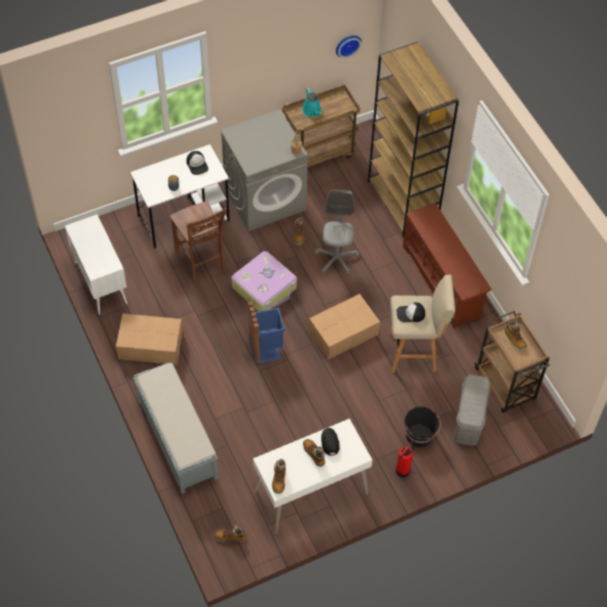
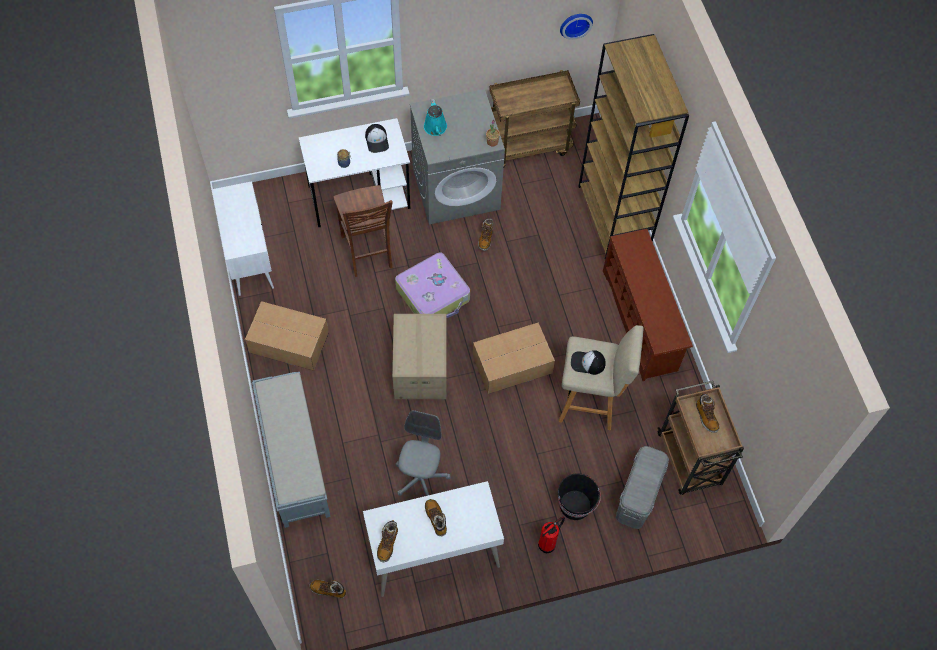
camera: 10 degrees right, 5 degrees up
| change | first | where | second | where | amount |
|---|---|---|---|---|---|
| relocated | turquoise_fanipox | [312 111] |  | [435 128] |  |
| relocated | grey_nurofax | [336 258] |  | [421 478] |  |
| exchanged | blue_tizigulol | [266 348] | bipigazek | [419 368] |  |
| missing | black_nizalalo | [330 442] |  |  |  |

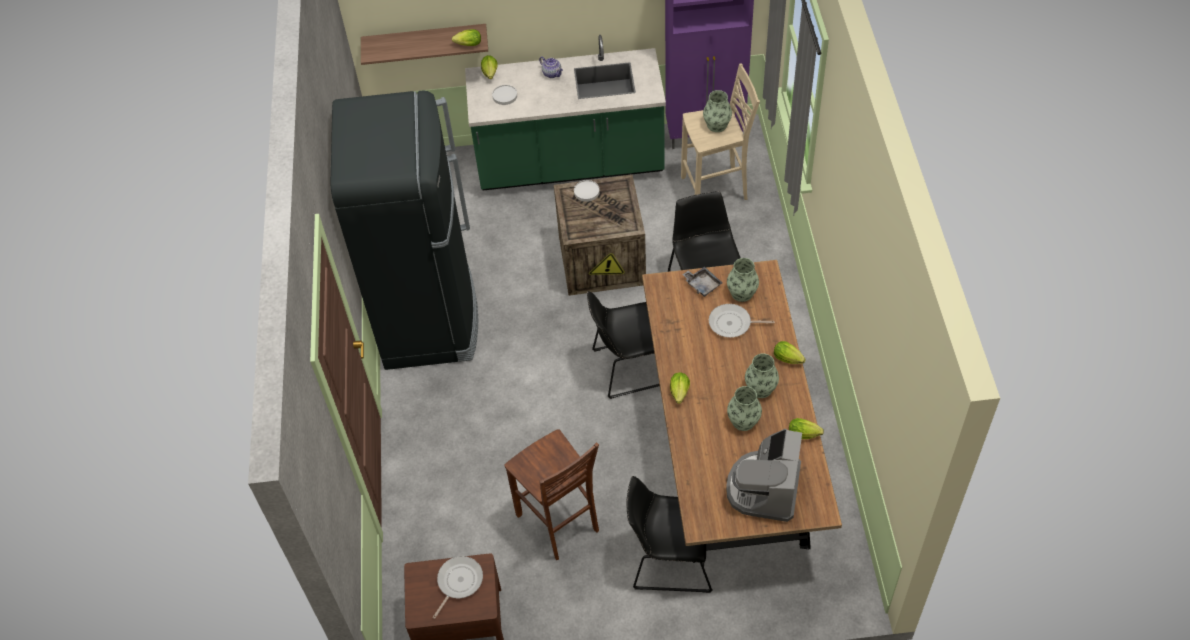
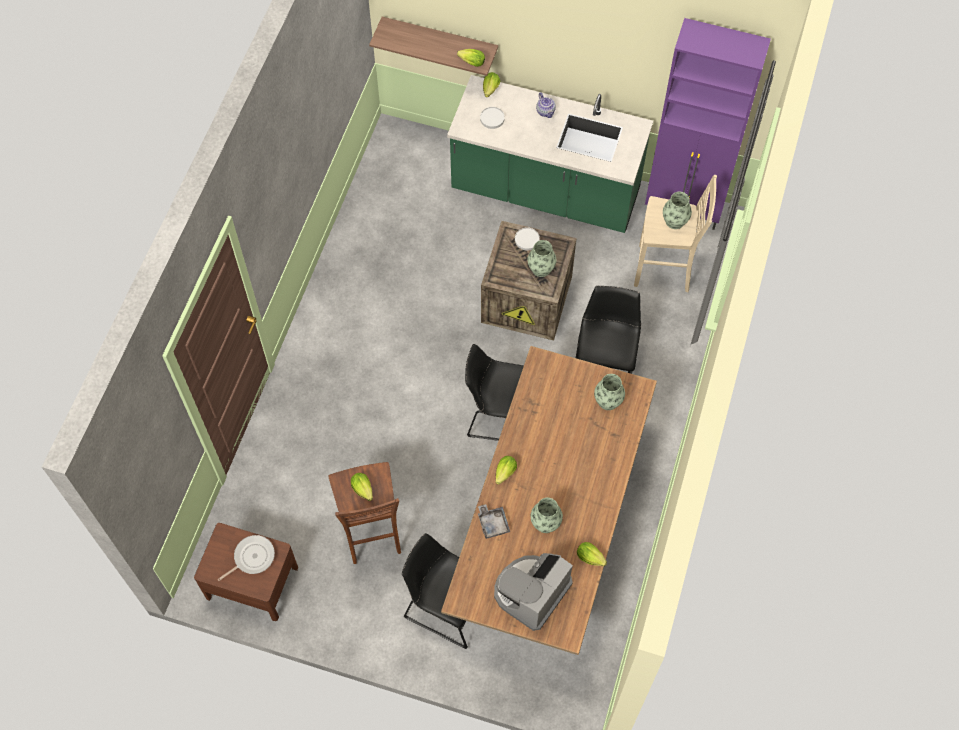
camera: 20 degrees right, 10 degrees up
| change | first | where | second | where | amount |
|---|---|---|---|---|---|
| missing | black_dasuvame | [429 317] |  |  |  |
| relocated | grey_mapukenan | [702 284] |  | [493 523] |  |
| missing | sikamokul | [732 324] |  |  |  |
| relocated | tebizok | [789 359] |  | [364 491] |  |
| relocated | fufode | [760 388] |  | [541 268] |  |

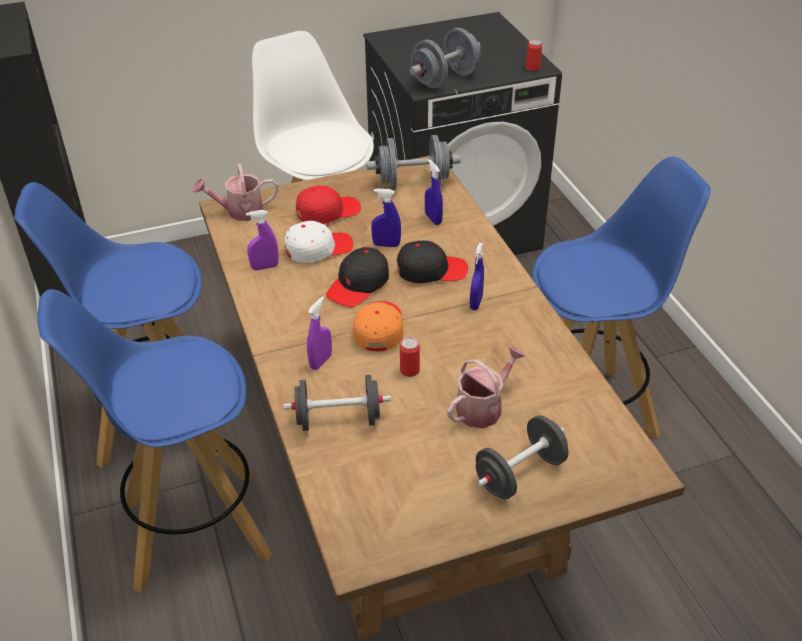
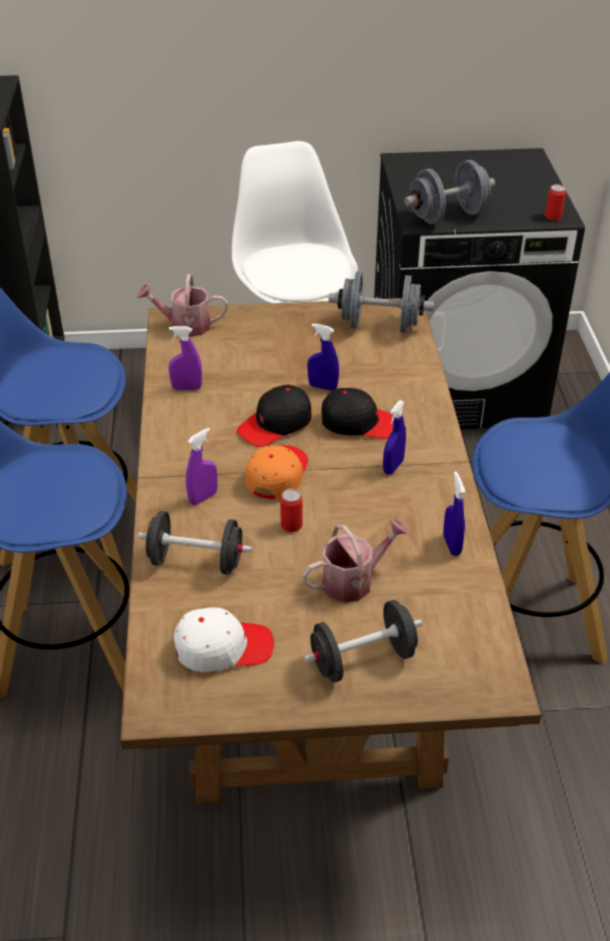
camera: 15 degrees right, 0 degrees up
| change | first | where | second | where | amount |
|---|---|---|---|---|---|
| relocated | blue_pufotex | [433 219] |  | [451 545] |  |
| missing | red_nizalalo | [327 212] |  |  |  |
| relocated | white_nizalalo | [318 248] |  | [223 647] |  |

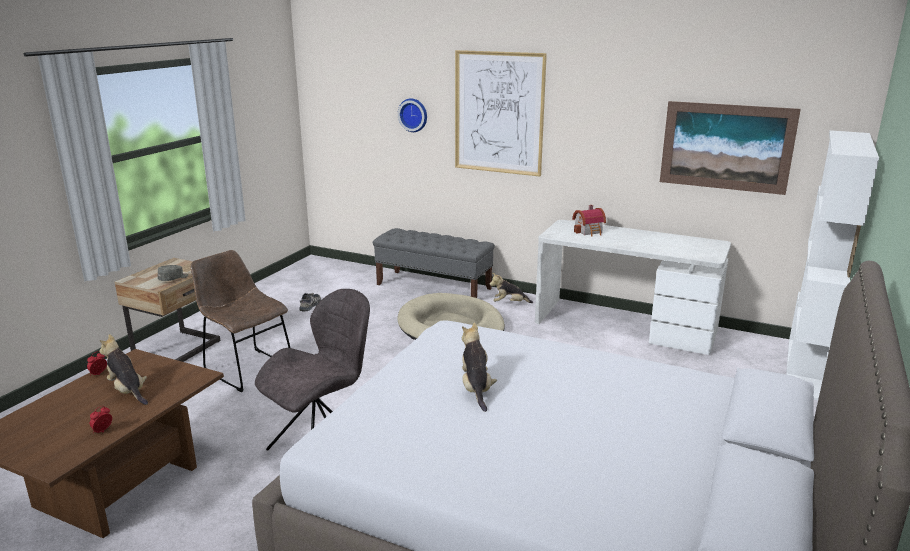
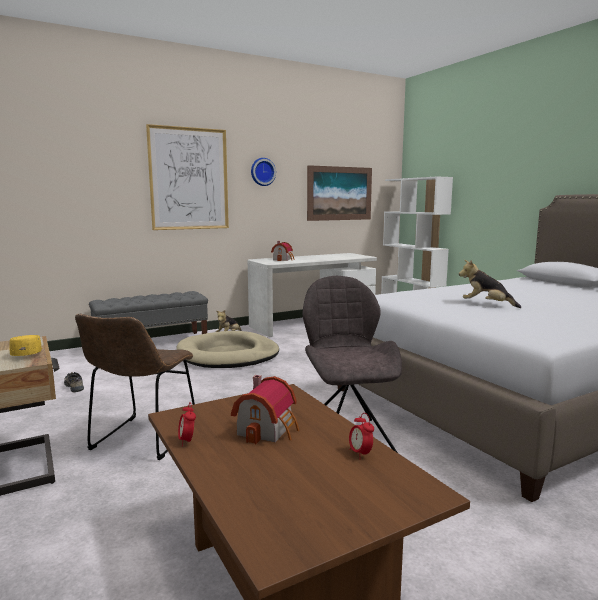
camera: 55 degrees left, 10 degrees down
| change | first | where | second | where | amount |
|---|---|---|---|---|---|
| relocated | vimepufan | [413 115] |  | [262 172] |  |
| spun | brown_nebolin | [246 368] |  | [142 440] | 60 degrees counterclockwise |
| colour | grey_nizalalo | [173 278] | yellow_nizalalo | [27 353] |  |
| exchanged | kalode | [128 391] | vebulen | [269 429] |  |

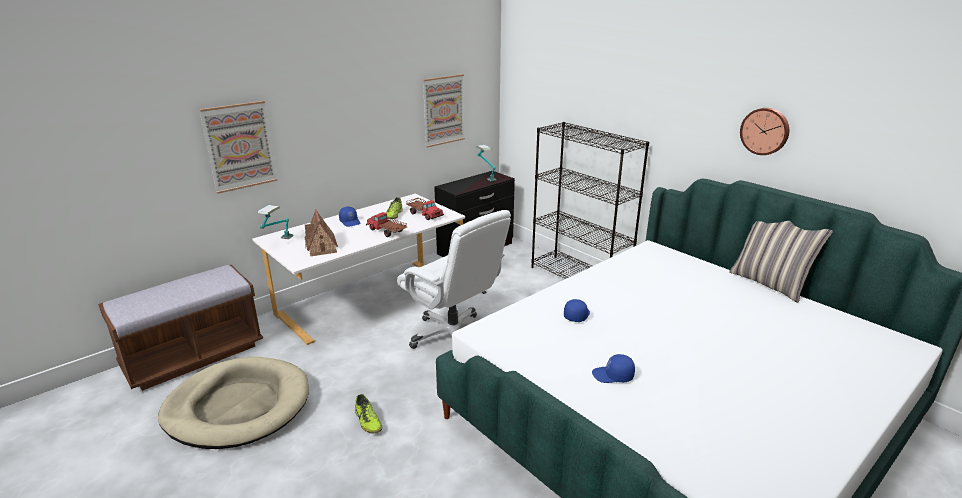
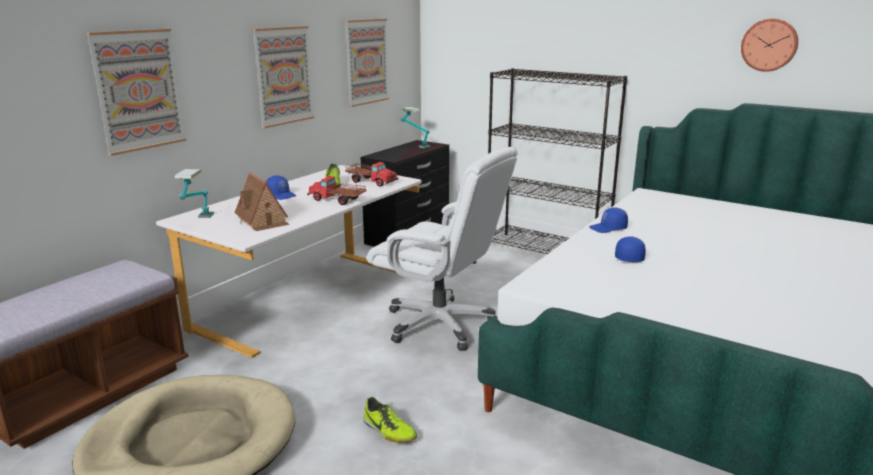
camera: 15 degrees left, 5 degrees down
| change | first | where | second | where | amount |
|---|---|---|---|---|---|
| missing | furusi | [770 283] |  |  |  |
| relocated | blue_nizalalo | [613 376] |  | [608 228] |  |
| appeared |  |  | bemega | [283 76] |  |

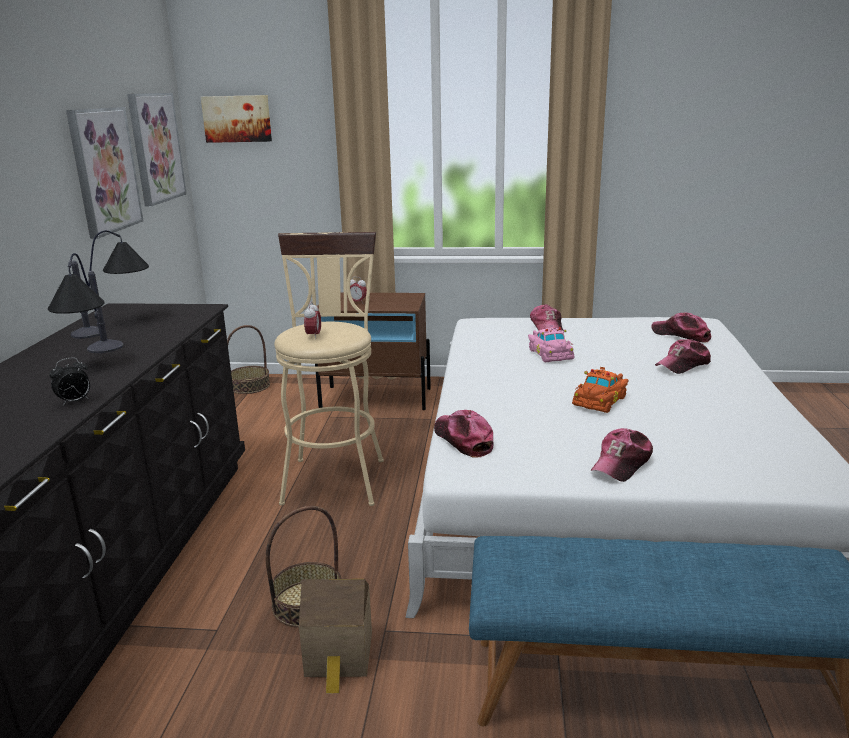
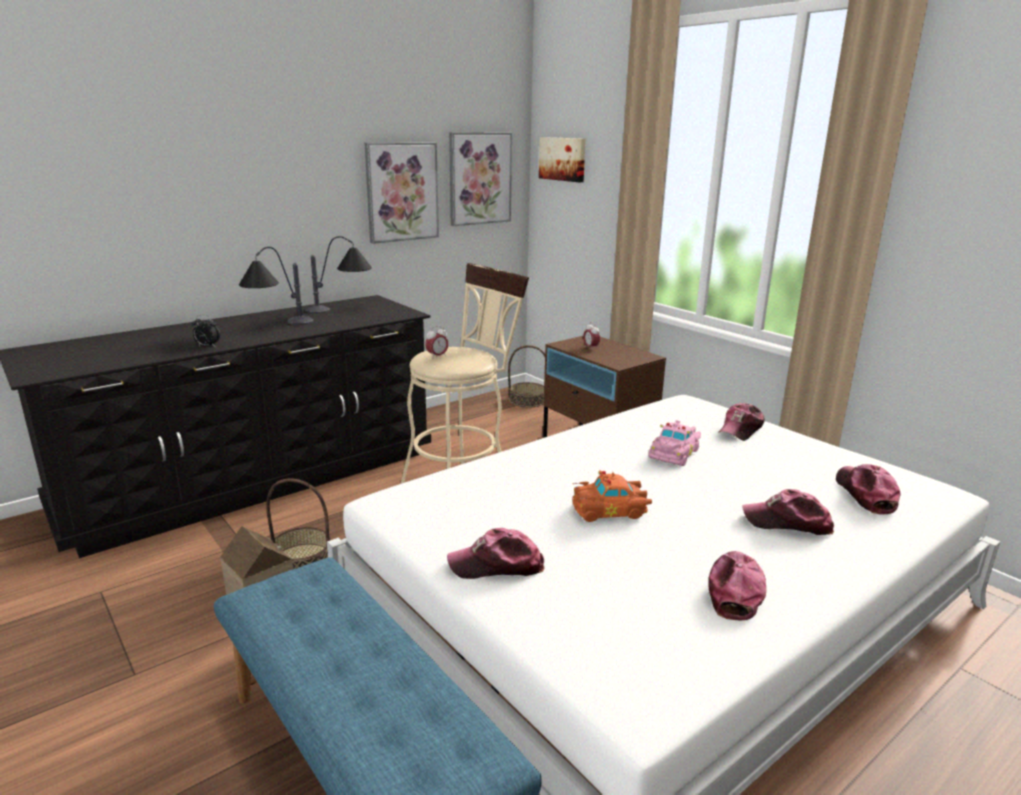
camera: 45 degrees right, 0 degrees up
| change | first | where | second | where | amount |
|---|---|---|---|---|---|
| relocated | nizalalo | [463 440] |  | [734 590] |  |

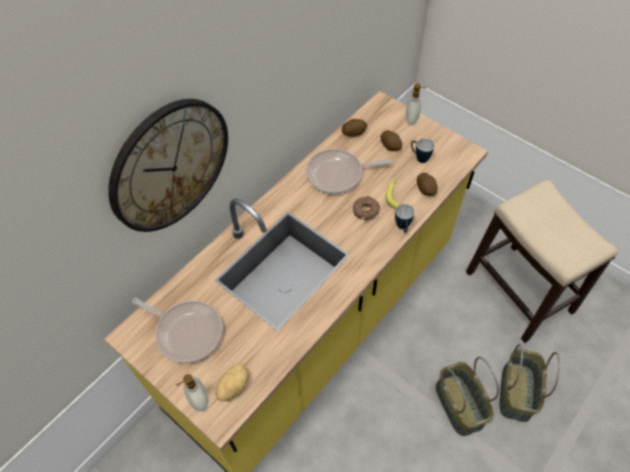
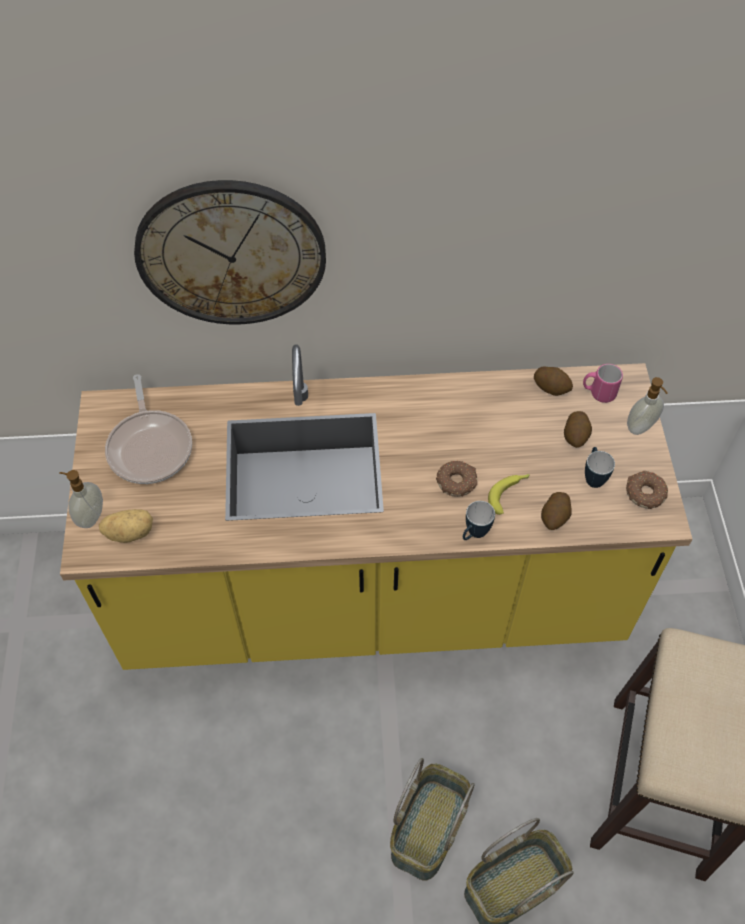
camera: 45 degrees right, 0 degrees up
| change | first | where | second | where | amount |
|---|---|---|---|---|---|
| missing | sikamokul | [338 175] |  |  |  |
| appeared |  |  | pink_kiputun | [598 393] |  |
| appeared |  |  | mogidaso | [644 493] |  |

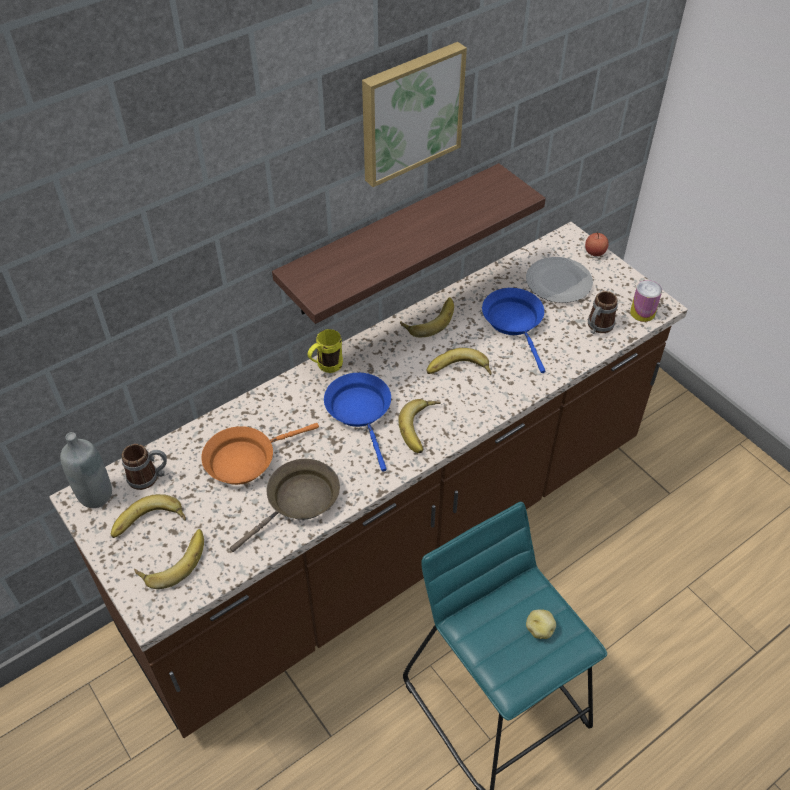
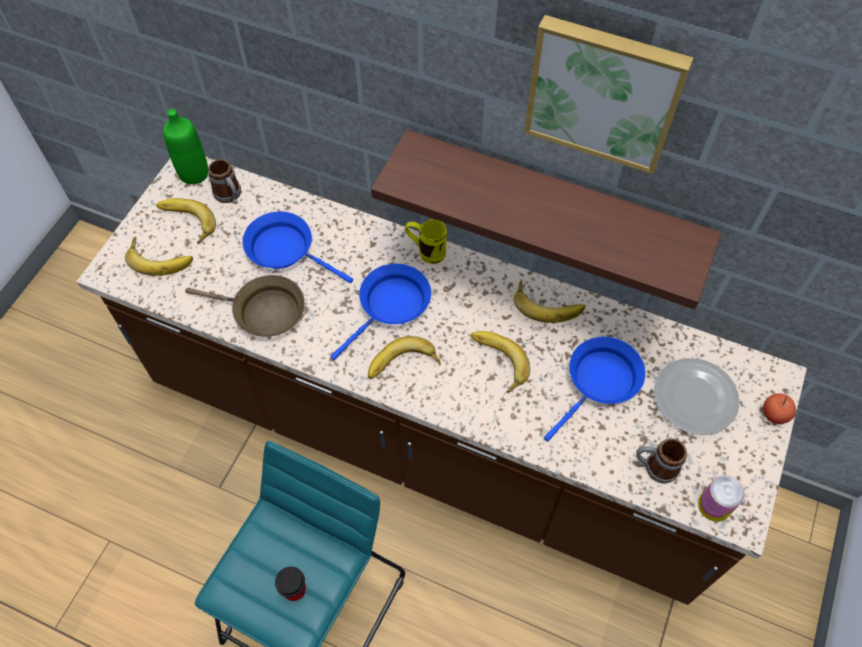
camera: 60 degrees right, 10 degrees up
| change | first | where | second | where | amount |
|---|---|---|---|---|---|
| colour | orange_sikamokul | [245 459] | blue_sikamokul | [285 250] |  |
| colour | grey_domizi | [95 495] | green_domizi | [194 173] |  |
| exchanged | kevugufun | [539 629] | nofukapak | [294 590] |  |

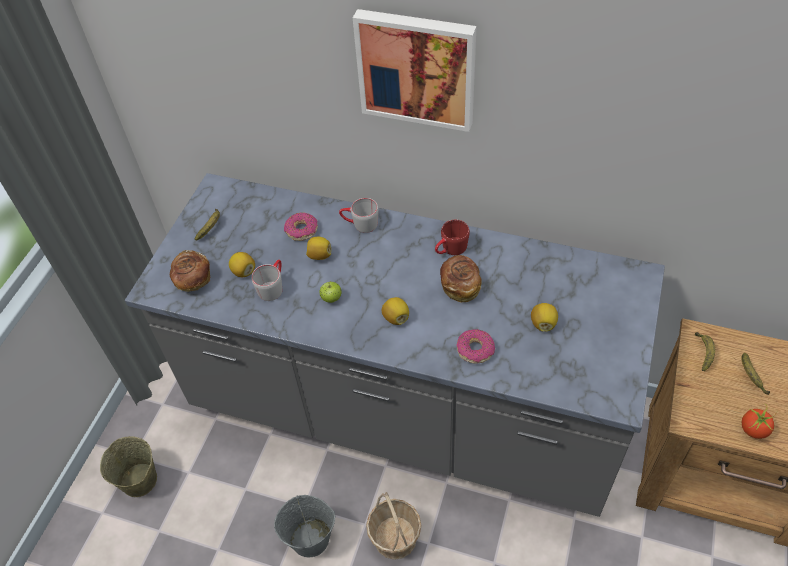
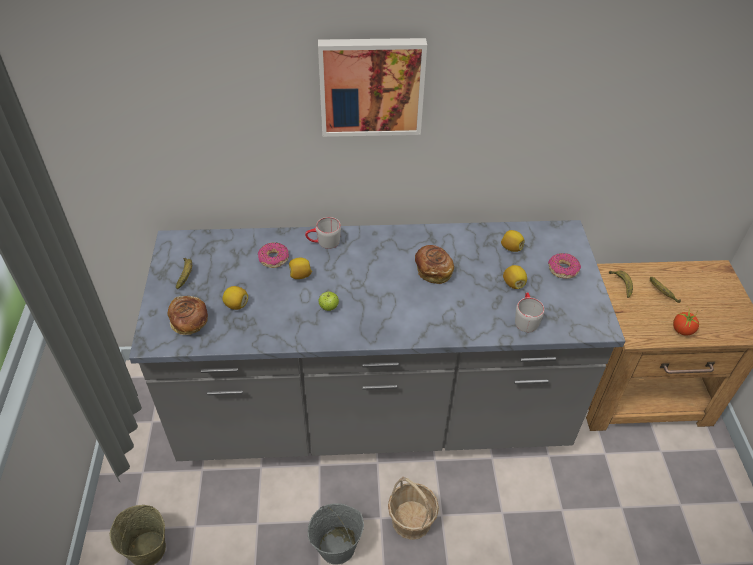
camera: 25 degrees left, 5 degrees down
| change | first | where | second | where | amount |
|---|---|---|---|---|---|
| missing | red_kiputun | [450 250] |  |  |  |
| relocated | grey_kiputun | [273 286] |  | [525 319] |  |
| relocated | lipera | [396 318] |  | [511 248] |  |
| relocated | mogidaso | [475 350] |  | [563 269] |  |

